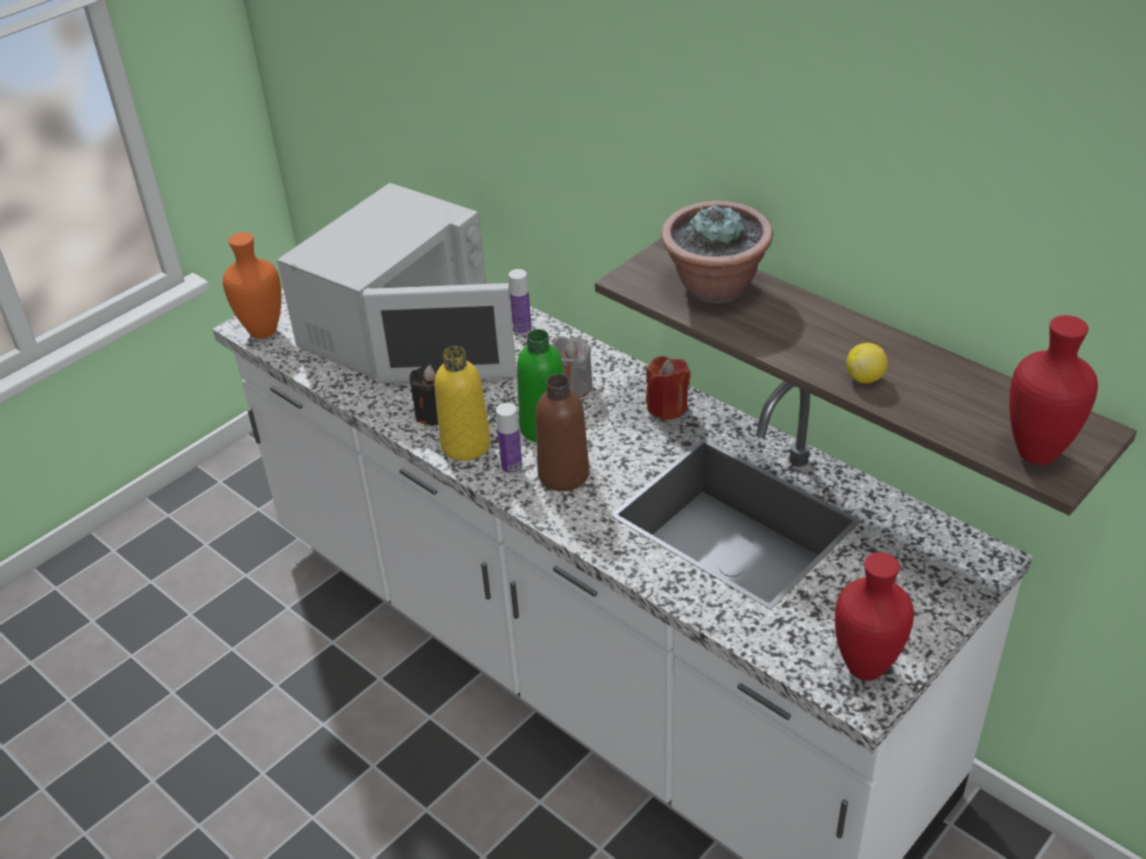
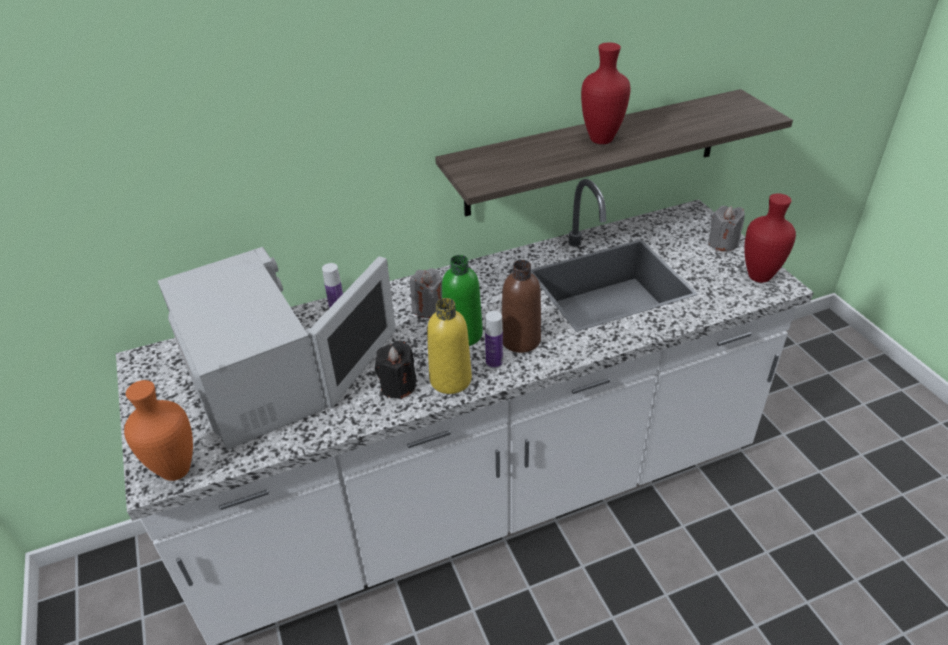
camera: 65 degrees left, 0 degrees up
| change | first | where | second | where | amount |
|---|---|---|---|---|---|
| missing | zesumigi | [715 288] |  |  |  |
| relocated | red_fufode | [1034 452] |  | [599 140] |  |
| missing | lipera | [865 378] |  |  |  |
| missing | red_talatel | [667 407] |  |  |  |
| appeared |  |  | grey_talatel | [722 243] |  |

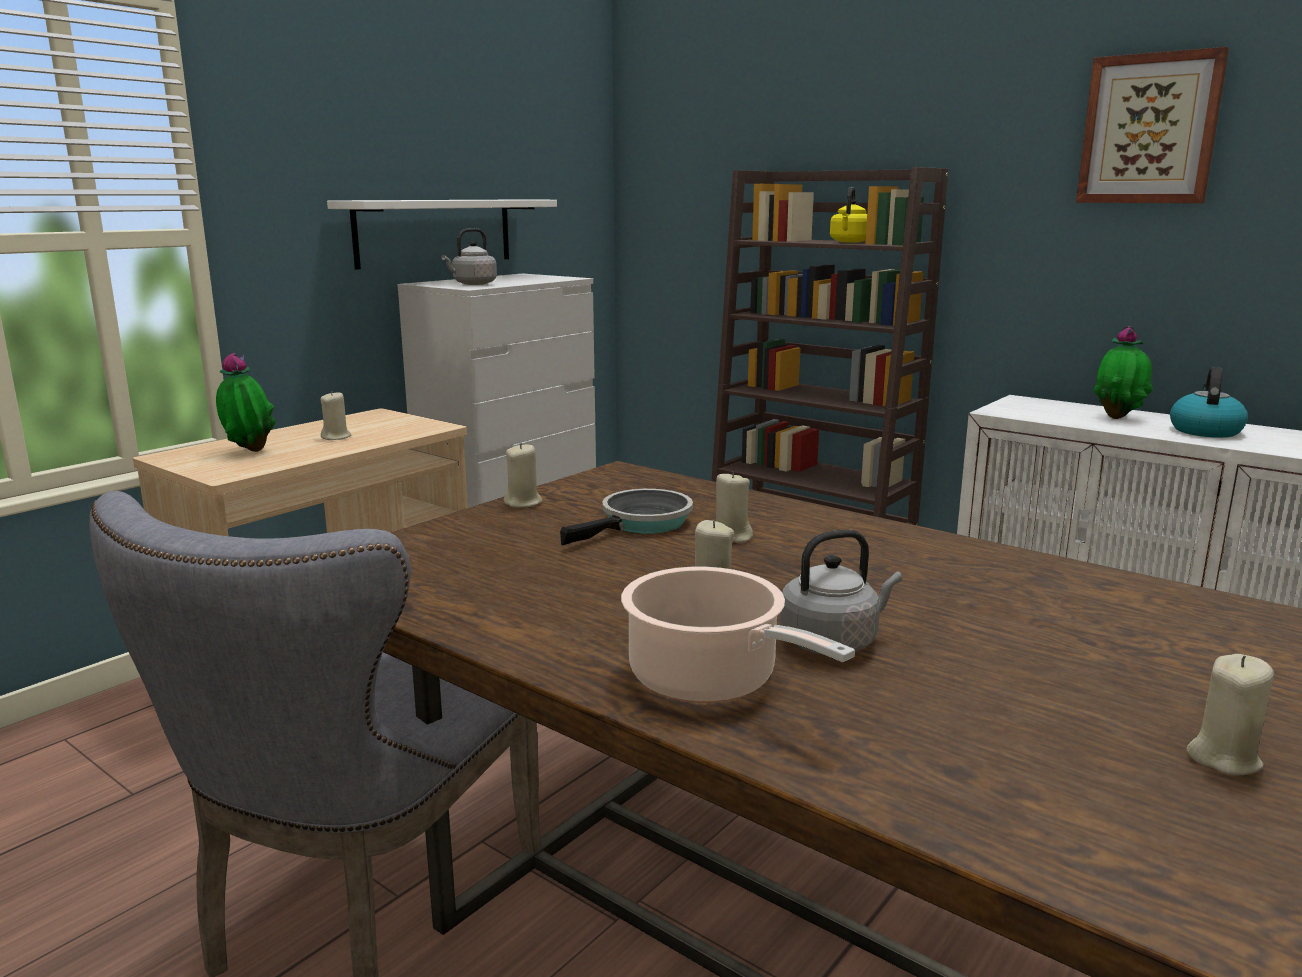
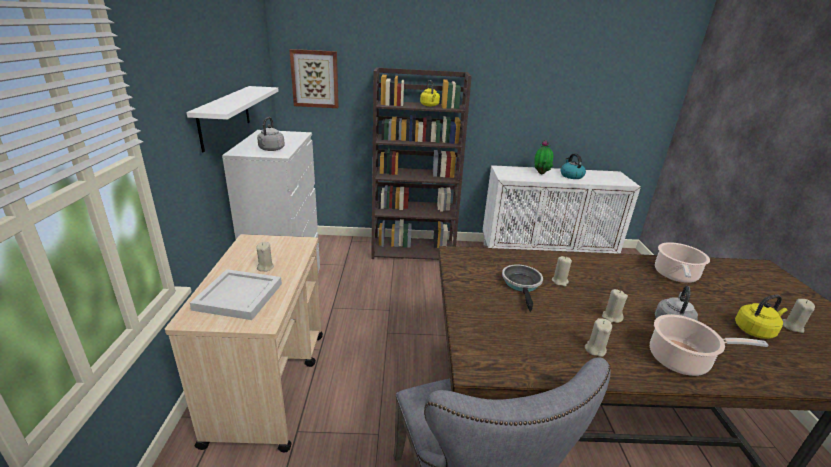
camera: 40 degrees left, 10 degrees up
| change | first | where | second | where | amount |
|---|---|---|---|---|---|
| relocated | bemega | [1149 129] |  | [315 79] |  |
| exchanged | zesumigi | [248 452] | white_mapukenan | [237 297] |  |
| relocated | beige_talatel | [523 503] |  | [595 349] |  |
| appeared |  |  | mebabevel | [675 275] |  |
| appeared |  |  | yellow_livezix | [755 330] |  |

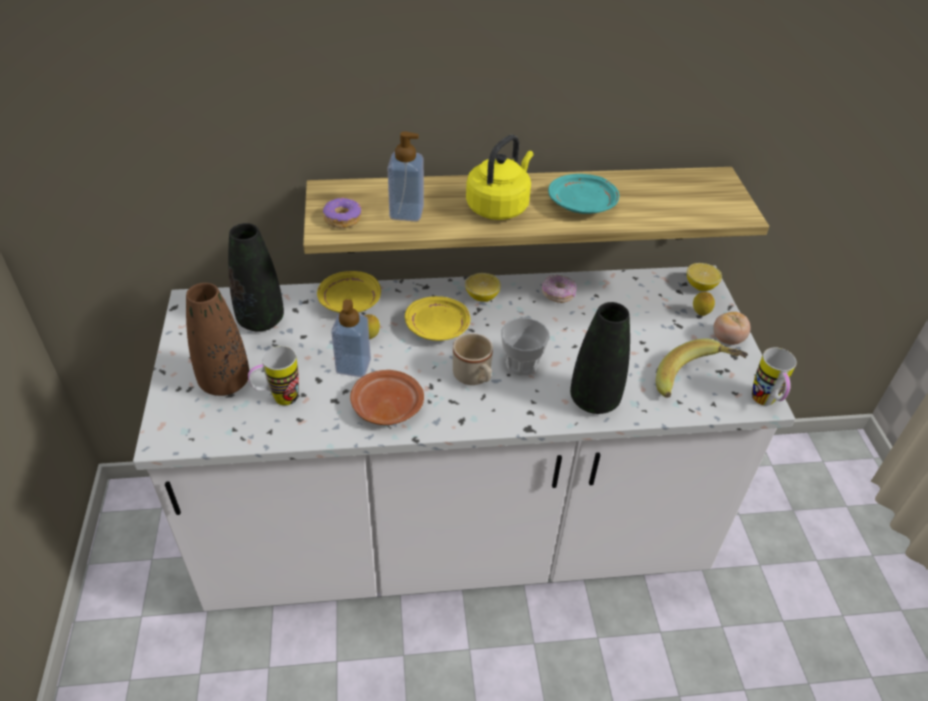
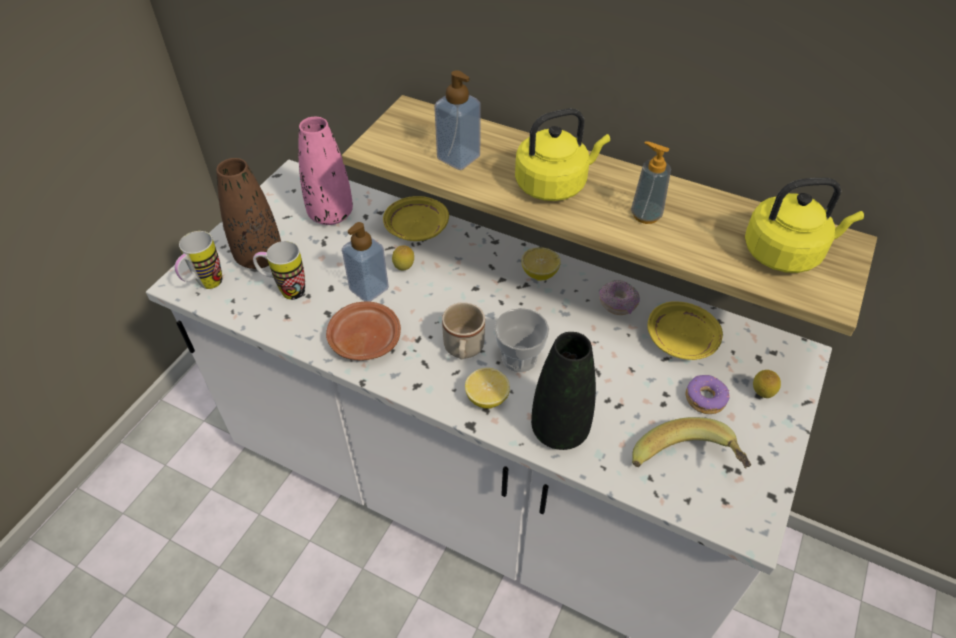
camera: 35 degrees right, 5 degrees up
| change | first | where | second | where | amount |
|---|---|---|---|---|---|
| exchanged | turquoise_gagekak | [583 204] | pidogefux | [645 215] |  |
| relocated | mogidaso | [342 219] |  | [705 398] |  |
| colour | black_fufode | [261 320] | pink_fufode | [331 214] |  |
| relocated | lipera | [700 286] |  | [487 398] |  |
| relocated | yellow_gagekak | [438 327] |  | [682 340] |  |
| missing | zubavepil | [727 339] |  |  |  |
| relocated | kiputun | [765 403] |  | [205 286] |  |
| appeared |  |  | yellow_livezix | [785 253] |  |

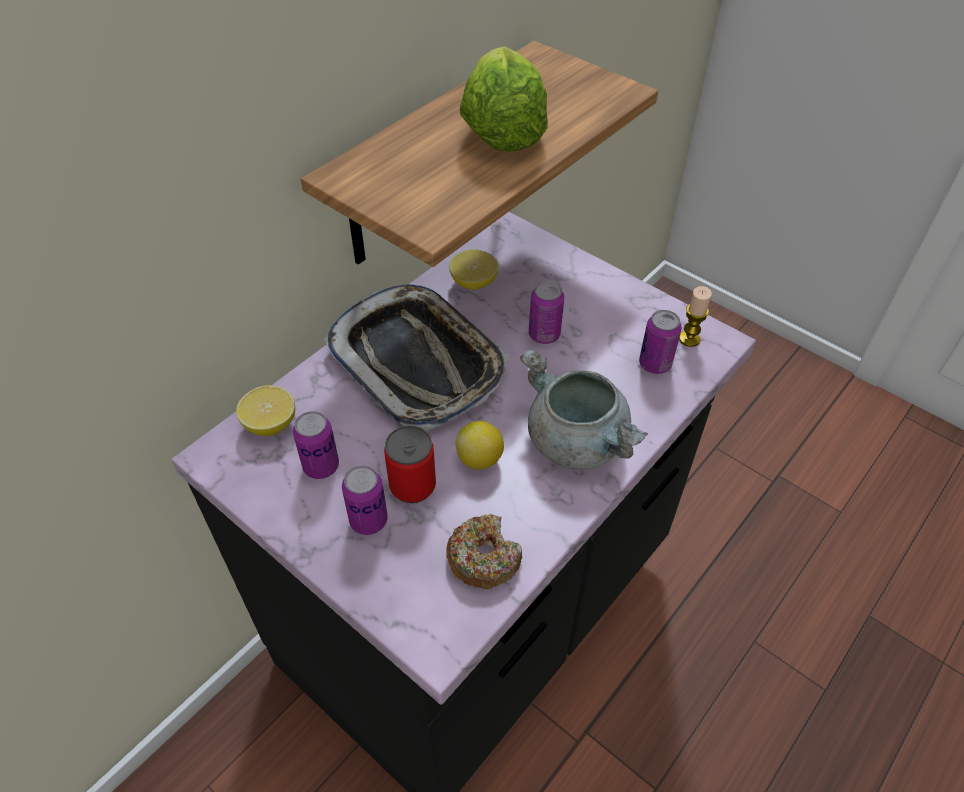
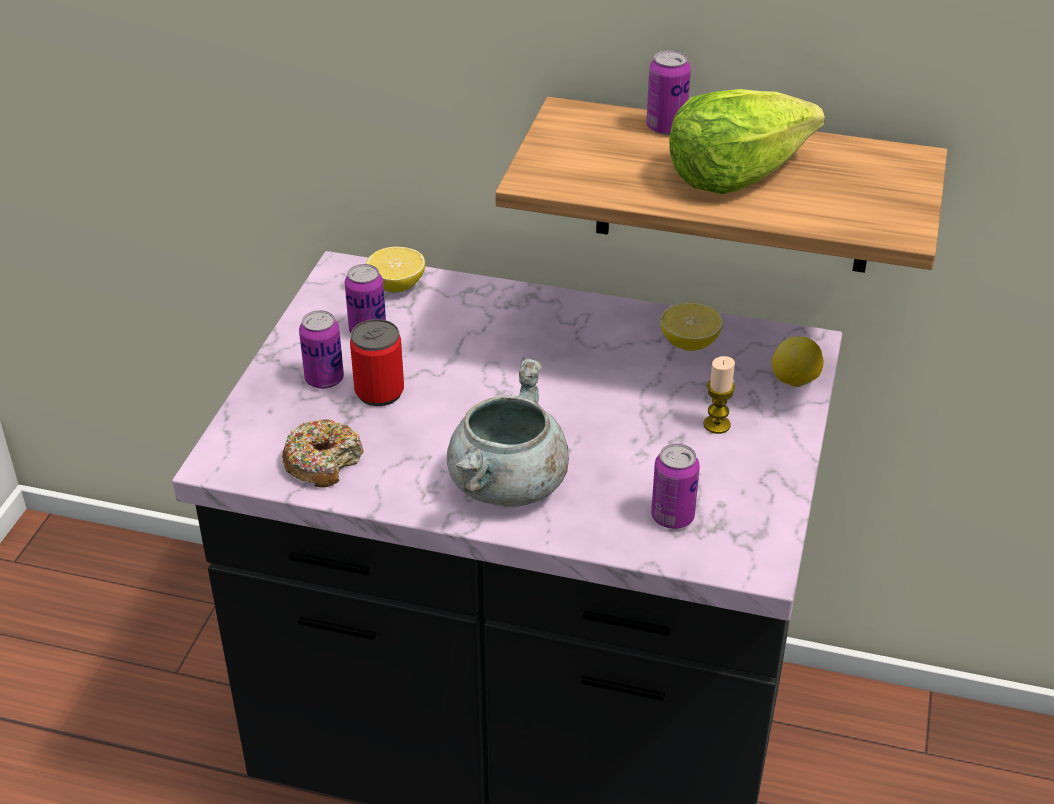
camera: 65 degrees right, 10 degrees down
| change | first | where | second | where | amount |
|---|---|---|---|---|---|
| relocated | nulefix | [544 335] |  | [666 127] |  |
| missing | mapukenan | [418 362] |  |  |  |
| relocated | talatel | [689 339] |  | [716 425] |  |
| relocated | lipera | [480 459] |  | [795 382] |  |

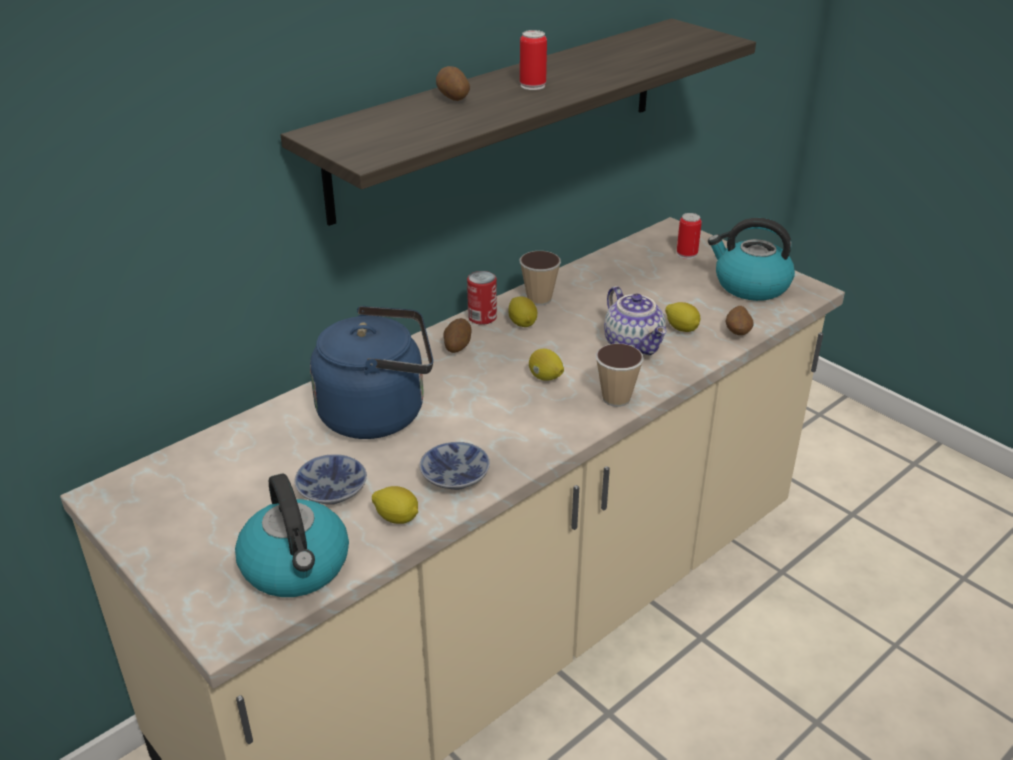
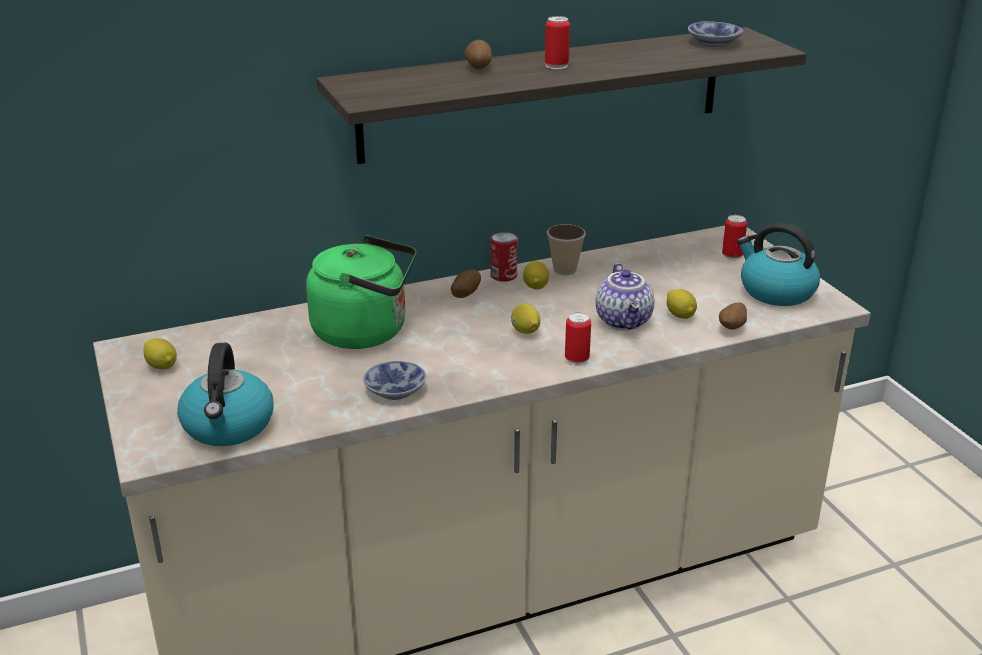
camera: 20 degrees right, 5 degrees down
| change | first | where | second | where | amount |
|---|---|---|---|---|---|
| colour | blue_livezix | [379 413] | green_livezix | [366 332] |  |
| exchanged | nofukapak | [616 398] | nulefix | [577 359] |  |
| relocated | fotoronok | [329 490] |  | [712 42] |  |
| relocated | lipera | [397 518] |  | [162 366] |  |

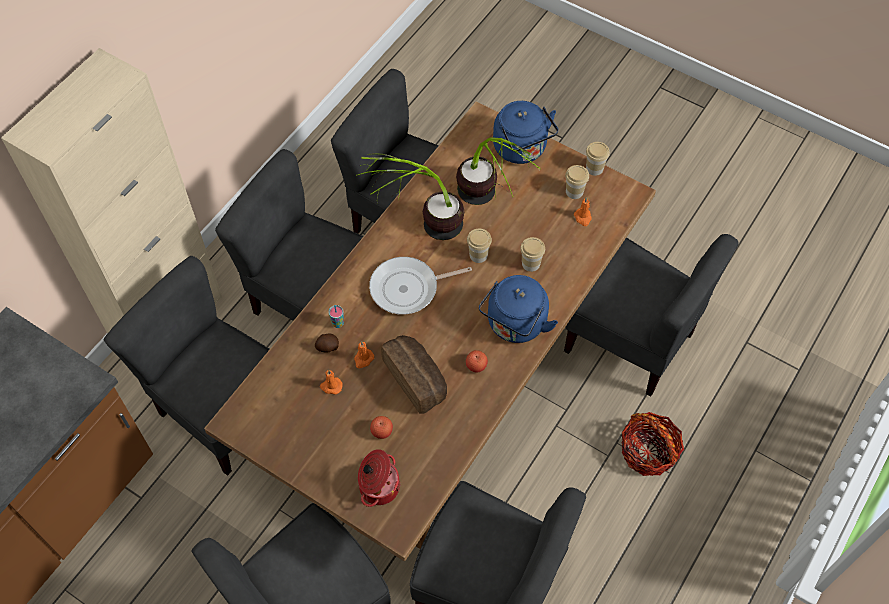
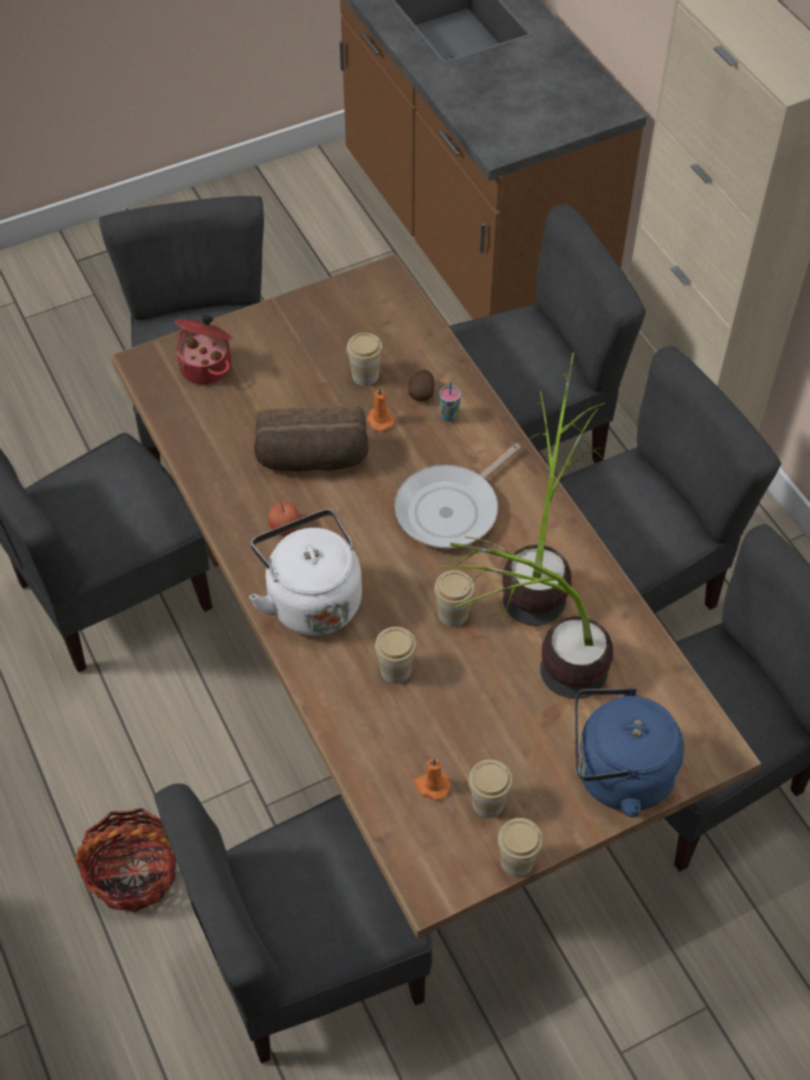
camera: 120 degrees right, 5 degrees down
| change | first | where | second | where | amount |
|---|---|---|---|---|---|
| spun | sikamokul | [408 288] |  | [452 509] | 150 degrees counterclockwise |
| colour | blue_livezix | [515 325] | white_livezix | [311 599] |  |
| exchanged | orange_talatel | [331 386] | nofukapak | [365 375] |  |
| missing | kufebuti | [382 431] |  |  |  |

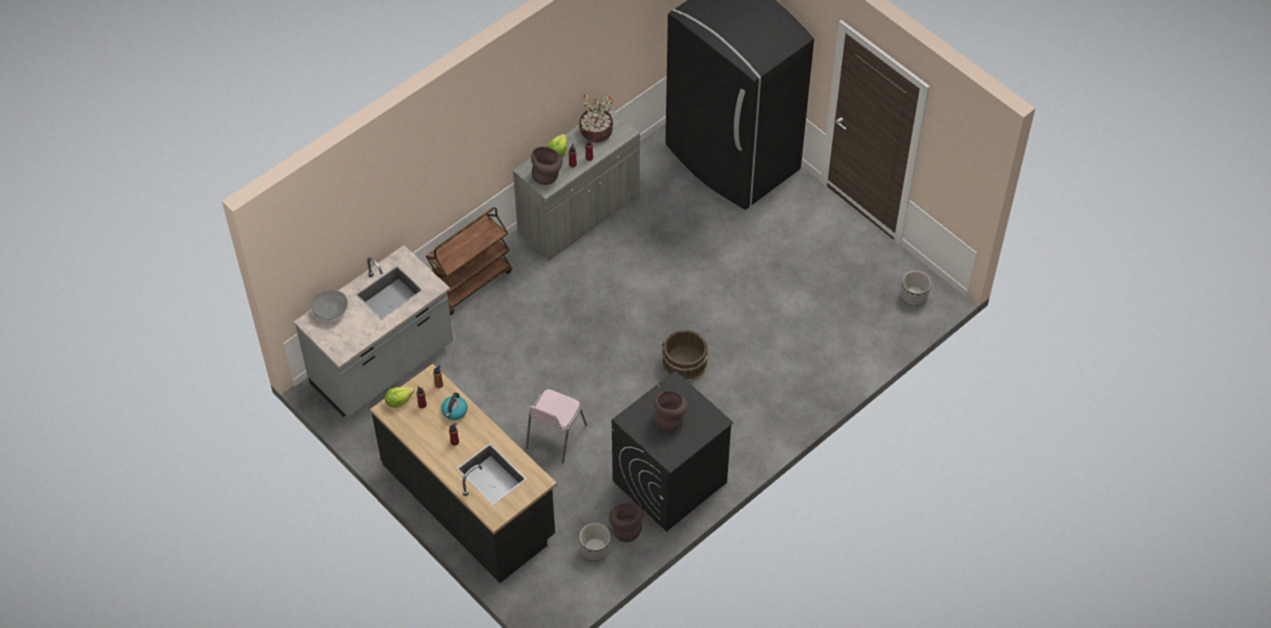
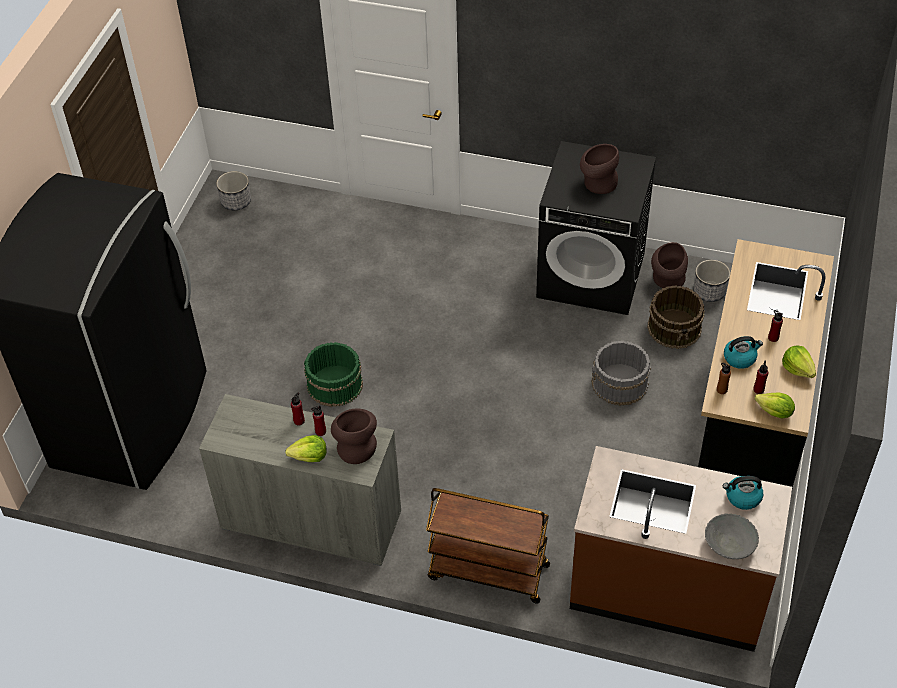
camera: 120 degrees left, 5 degrees down
| change | first | where | second | where | amount |
|---|---|---|---|---|---|
| missing | zesumigi | [595 132] |  |  |  |
| colour | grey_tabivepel | [383 366] | brown_tabivepel | [669 589] |  |
| relocated | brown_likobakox | [684 363] |  | [675 327] |  |
| exchanged | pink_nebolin | [555 437] | grey_likobakox | [620 384] |  |
| appeared |  |  | green_likobakox | [334 385] |  |
| appeared |  |  | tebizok | [798 368] |  |
| appeared |  |  | livezix | [742 497] |  |

